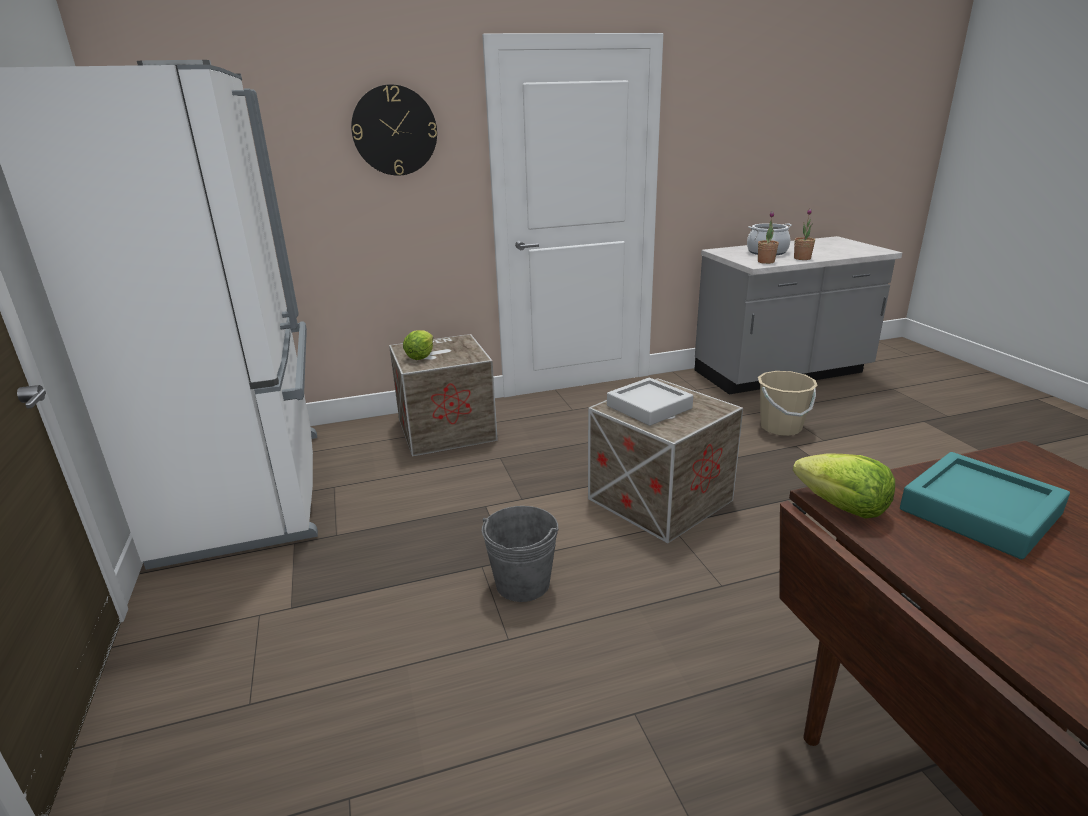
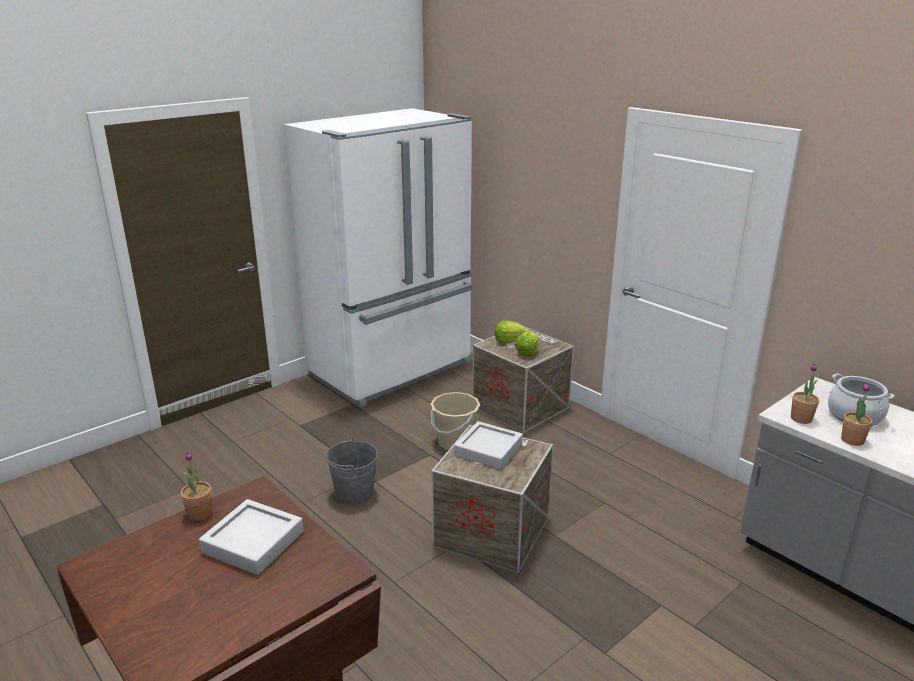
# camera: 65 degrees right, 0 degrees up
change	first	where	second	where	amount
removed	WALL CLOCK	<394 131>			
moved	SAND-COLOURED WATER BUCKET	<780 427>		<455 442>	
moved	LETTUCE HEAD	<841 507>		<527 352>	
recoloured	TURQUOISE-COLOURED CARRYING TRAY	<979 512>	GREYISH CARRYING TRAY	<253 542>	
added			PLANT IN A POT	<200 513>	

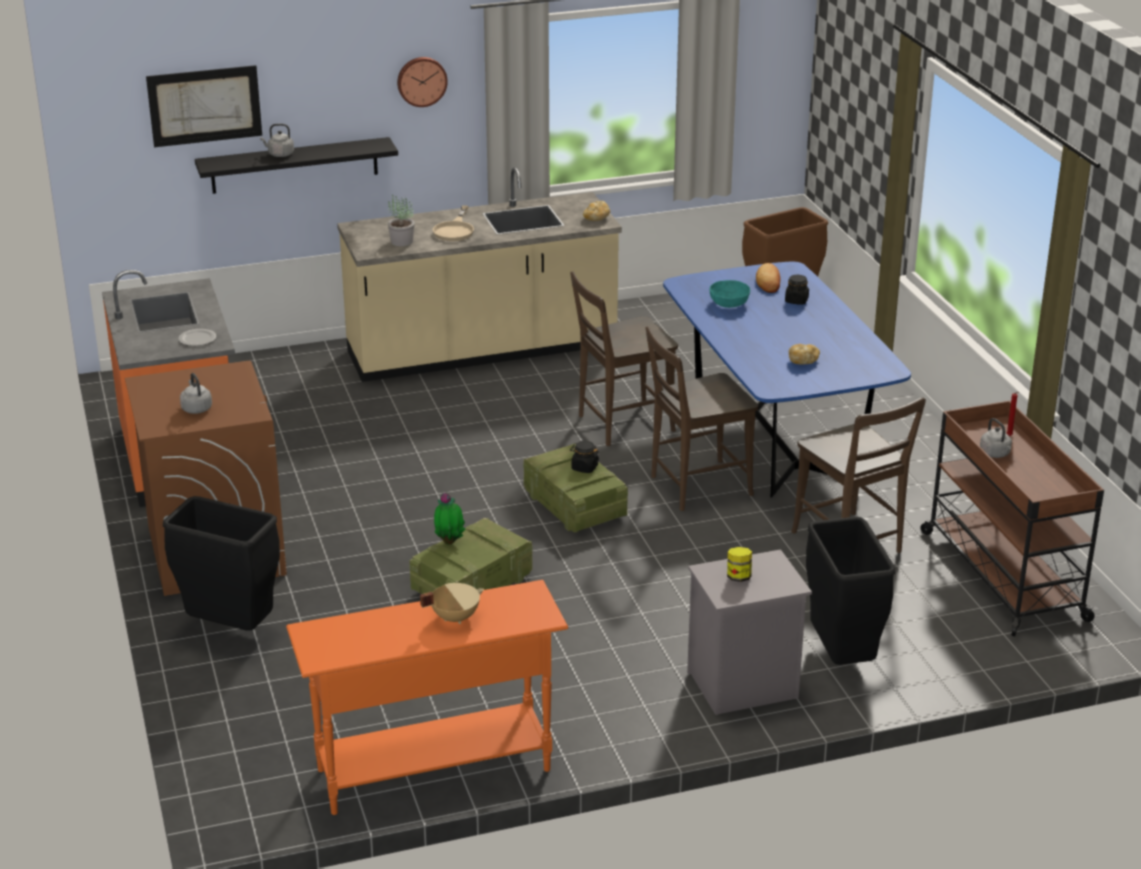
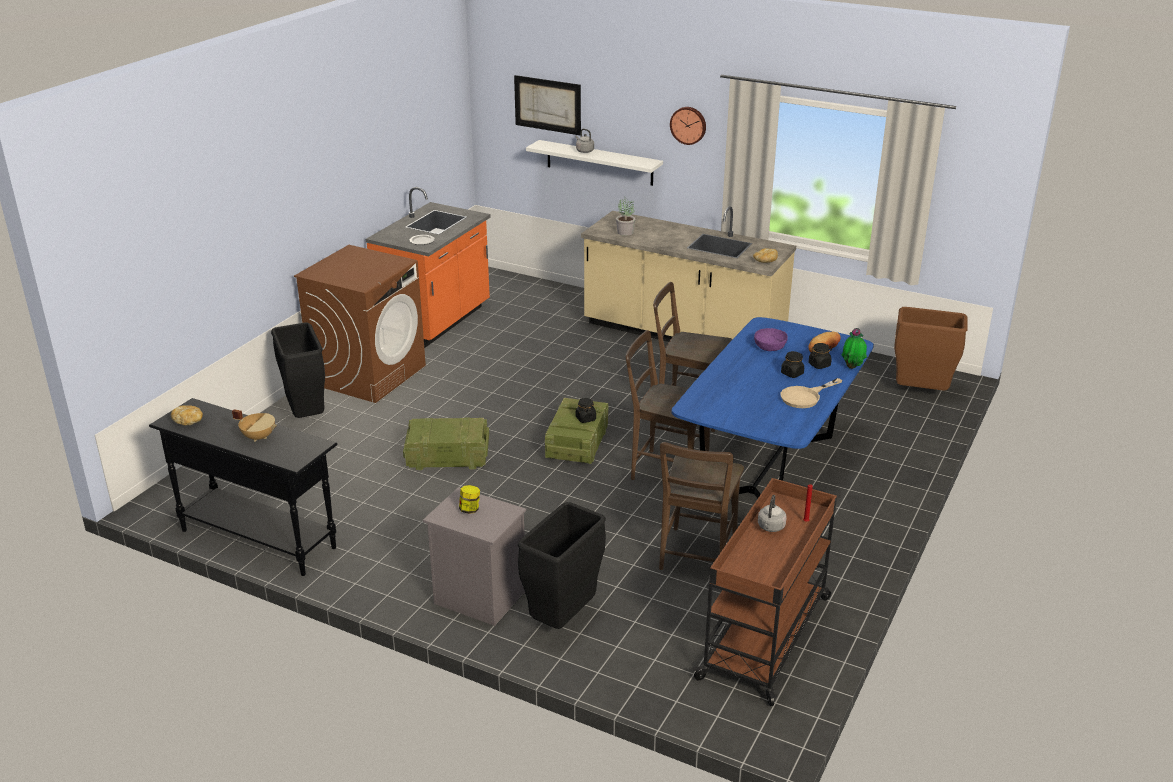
# camera: 45 degrees right, 0 degrees up
change	first	where	second	where	amount
removed	GREYISH TEA KETTLE	<196 408>			
recoloured	BLACK-COLOURED SHELF	<294 165>	WHITE-COLOURED SHELF	<599 163>	
recoloured	ORANGE-COLOURED CONSOLE TABLE	<433 769>	BLACK-COLOURED CONSOLE TABLE	<258 538>	
moved	SAND-COLOURED SKILLET	<455 230>		<805 397>	
moved	PLANT IN A POT	<449 541>		<852 367>	
recoloured	TURQUOISE-COLOURED DEEP DISH	<729 303>	PURPLE-COLOURED DEEP DISH	<769 347>	
moved	BAKED BREAD	<803 361>		<188 421>	
added			BLACK-COLOURED PRESERVE JAR	<792 373>	

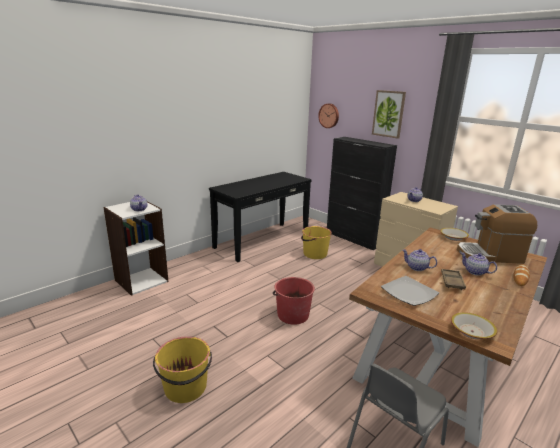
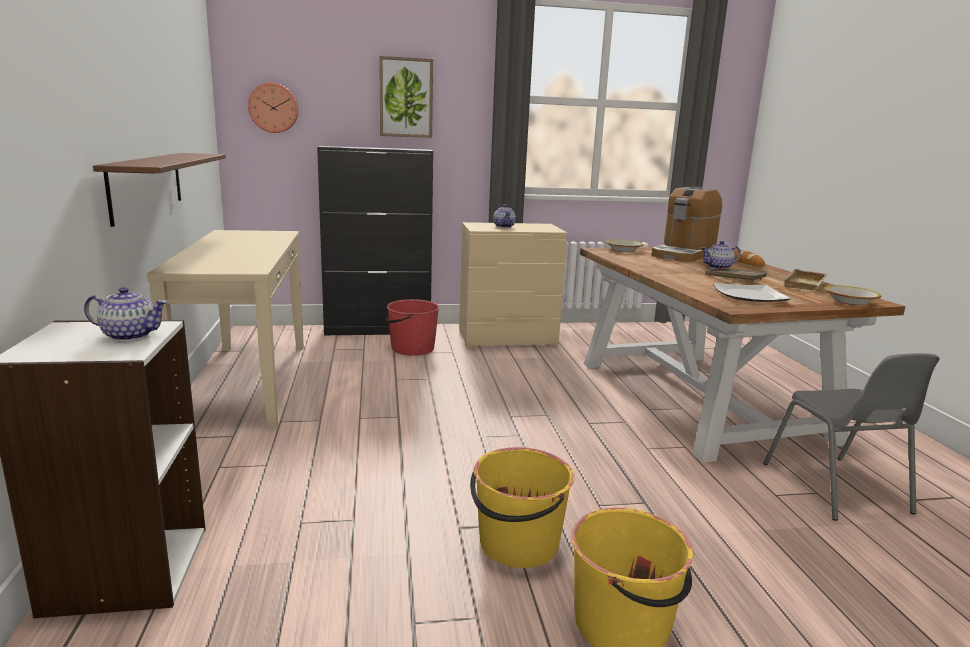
# camera: 55 degrees left, 5 degrees down
change	first	where	second	where	amount
recoloured	BLACK-COLOURED CONSOLE TABLE	<261 241>	SAND-COLOURED CONSOLE TABLE	<245 383>	
moved	REDDISH WATER BUCKET	<292 315>		<412 348>	
moved	YELLOW-COLOURED WATER BUCKET	<314 254>		<518 544>	
removed	TEAPOT	<417 268>			
added			BROWN-COLOURED SHELF	<147 185>	
added			SAND-COLOURED CARRYING TRAY	<806 285>	

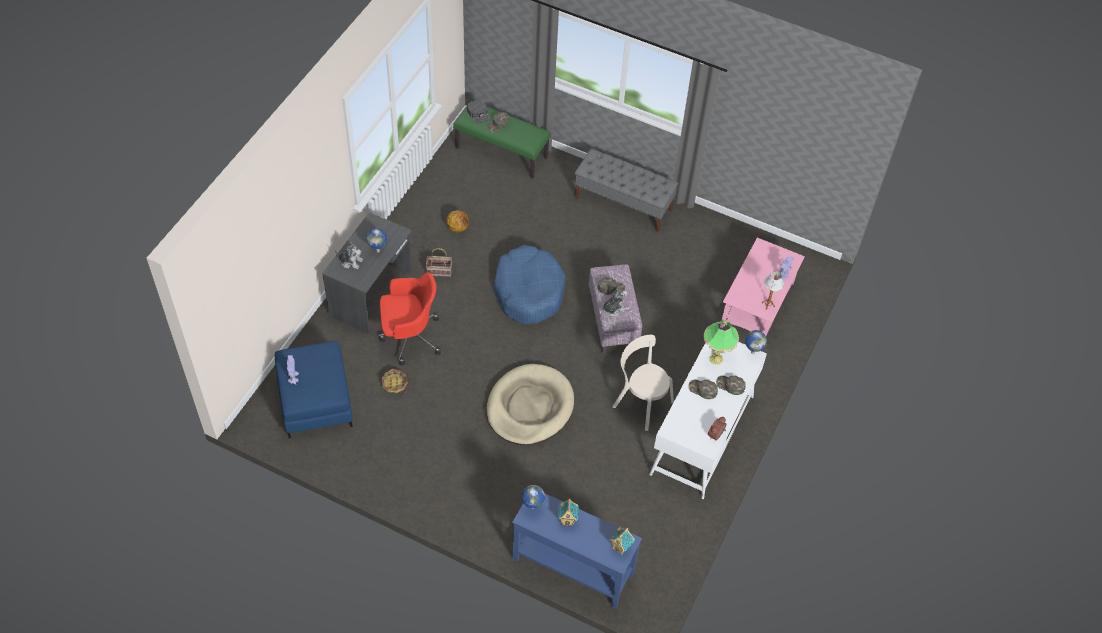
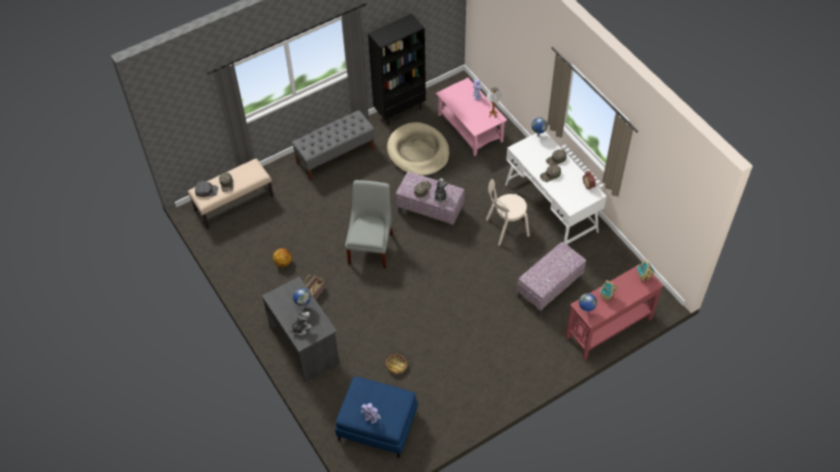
# camera: 55 degrees left, 0 degrees up
change	first	where	second	where	amount
removed	REDDISH OFFICE CHAIR	<409 337>			
recoloured	GREEN INDOOR BENCH	<502 152>	SAND-COLOURED INDOOR BENCH	<234 203>	
moved	SAND-COLOURED DOG CUSHION	<529 407>		<418 152>	
replaced	BLUE-COLOURED DOG CUSHION	<529 291>	GREYISH CHAIR	<371 246>	
recoloured	BLUE-COLOURED CONSOLE TABLE	<572 567>	REDDISH CONSOLE TABLE	<608 328>	
removed	TABLETOP LAMP	<715 359>			
added			BLACK-COLOURED BOOKSHELF	<400 111>	
added			POUFFE	<549 287>	

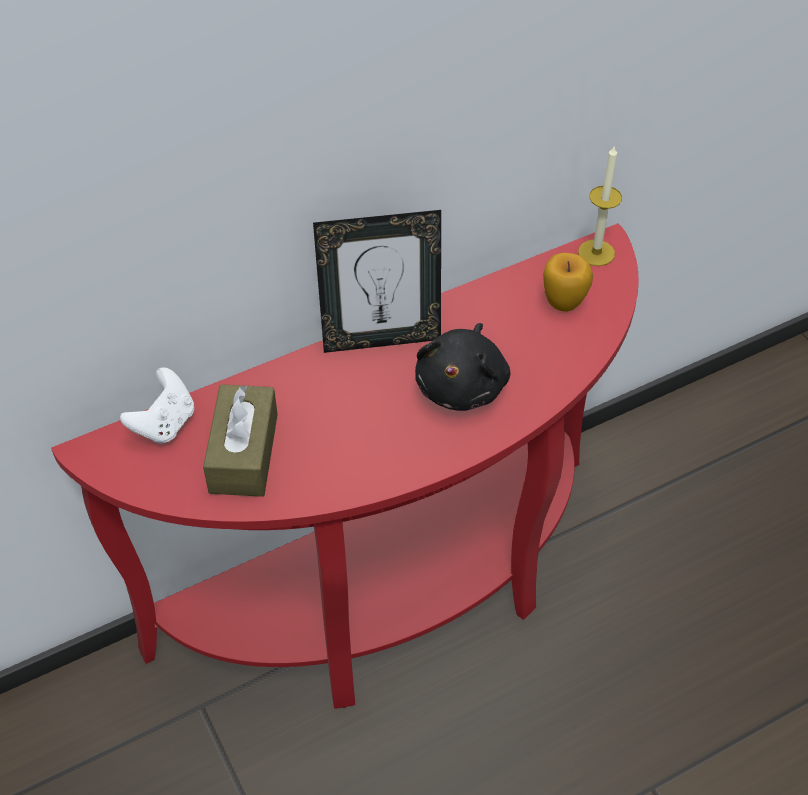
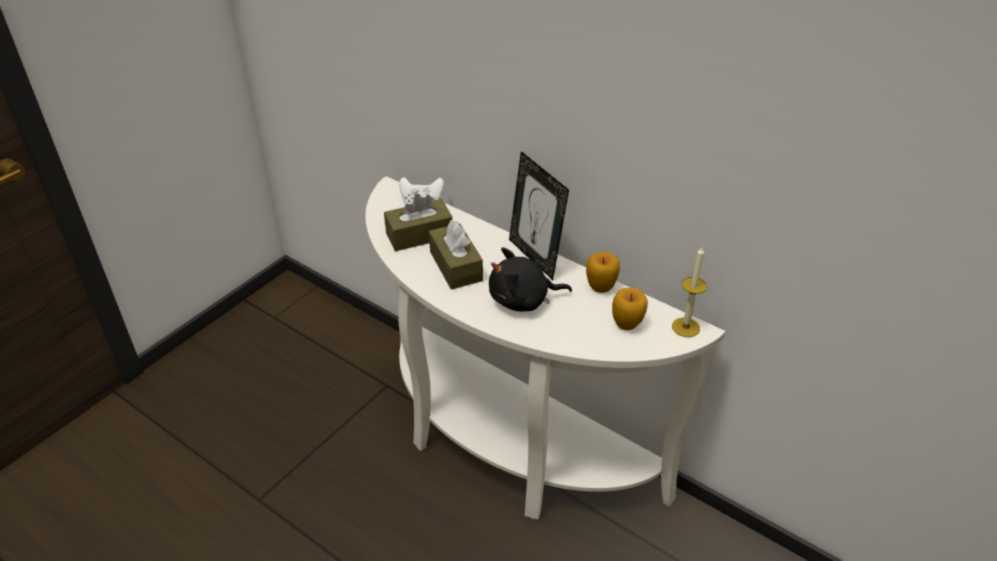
# camera: 65 degrees right, 10 degrees down
change	first	where	second	where	amount
recoloured	REDDISH CONSOLE TABLE	<397 597>	WHITE-COLOURED CONSOLE TABLE	<503 445>	
added			BROWN-COLOURED BOX OF TISSUES	<456 266>	
added			APPLE	<601 286>	

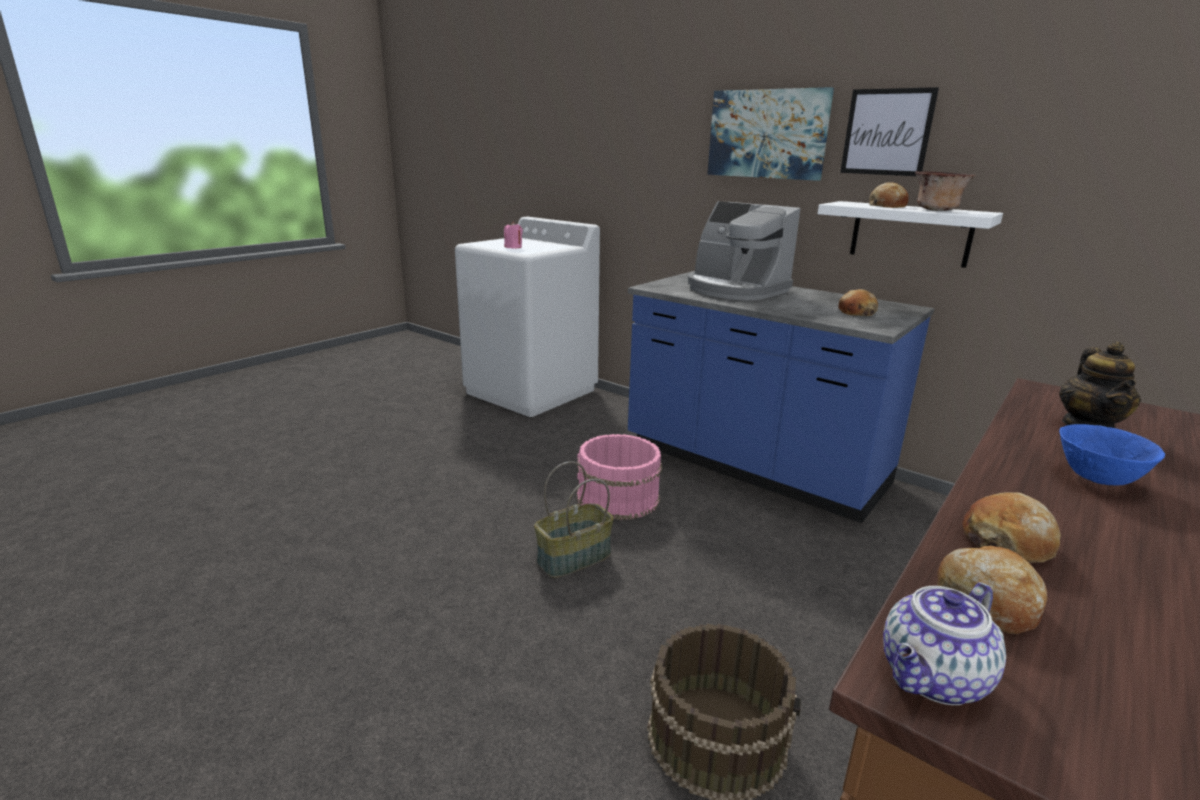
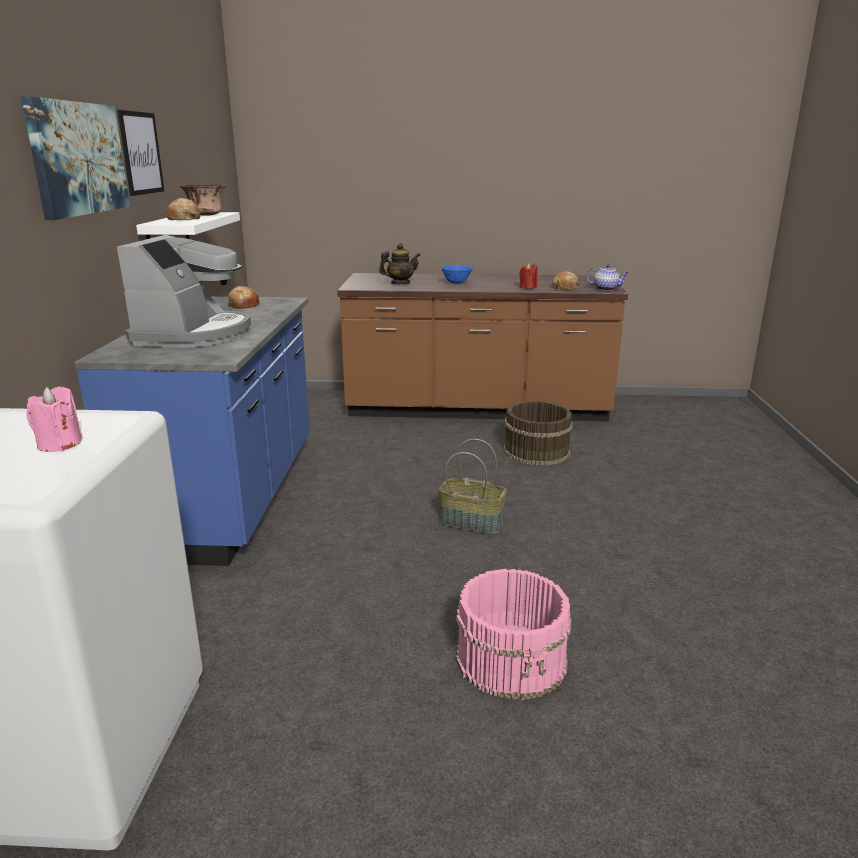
# camera: 125 degrees left, 0 degrees up
change	first	where	second	where	amount
moved	PINK-COLOURED WATER BUCKET	<617 498>		<512 659>	
replaced	BAKED BREAD	<1007 542>	REDDISH WAX CANDLE	<527 287>	

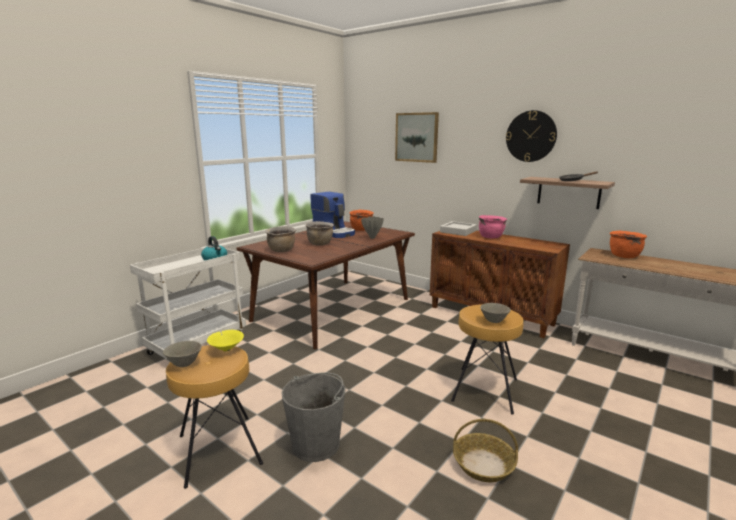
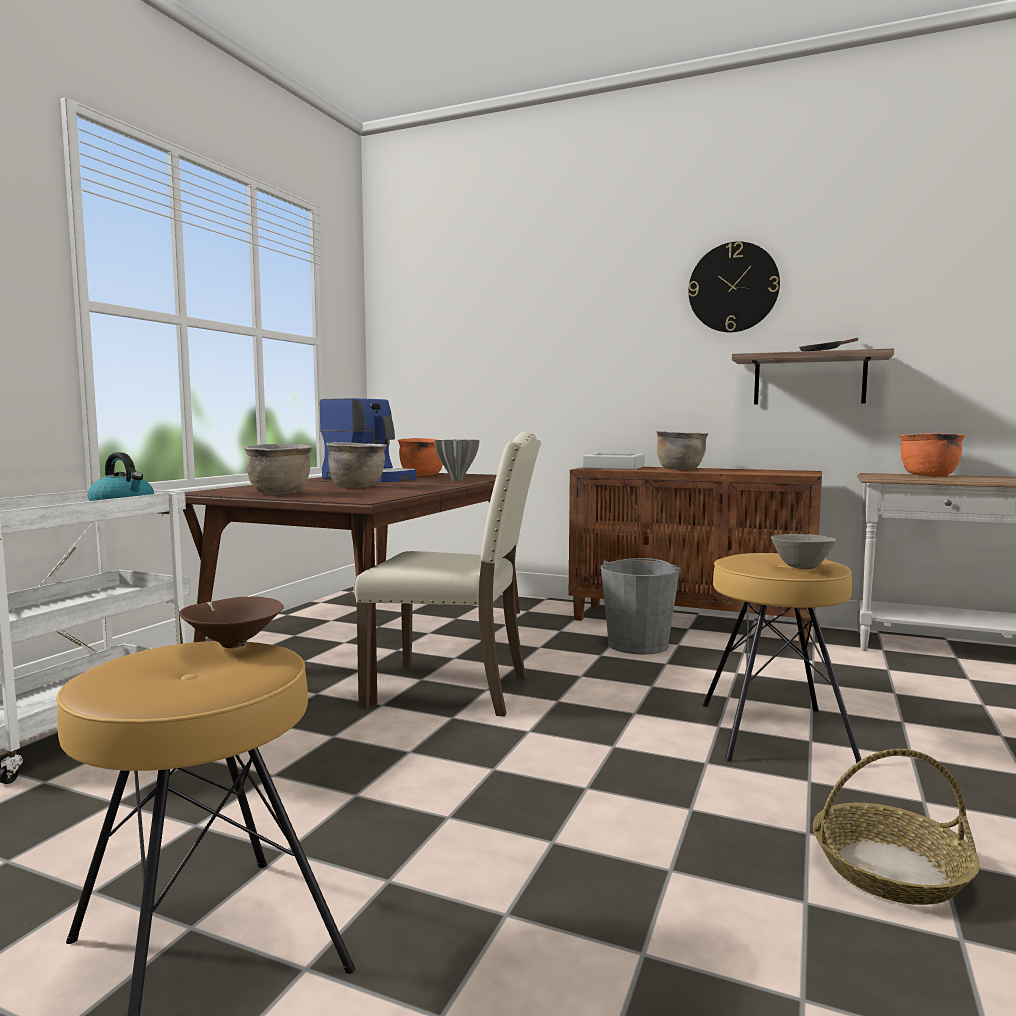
# camera: 15 degrees left, 10 degrees down
change	first	where	second	where	amount
removed	GREYISH DEEP DISH	<184 364>			
recoloured	YELLOW-COLOURED DEEP DISH	<226 349>	BROWN-COLOURED DEEP DISH	<232 644>	
moved	GREYISH WATER BUCKET	<316 444>		<638 644>	
removed	WALL ART	<417 137>			
recoloured	PINK-COLOURED SAUCEPOT	<491 237>	BROWN-COLOURED SAUCEPOT	<680 469>	
added			SAND-COLOURED CHAIR	<453 690>	

